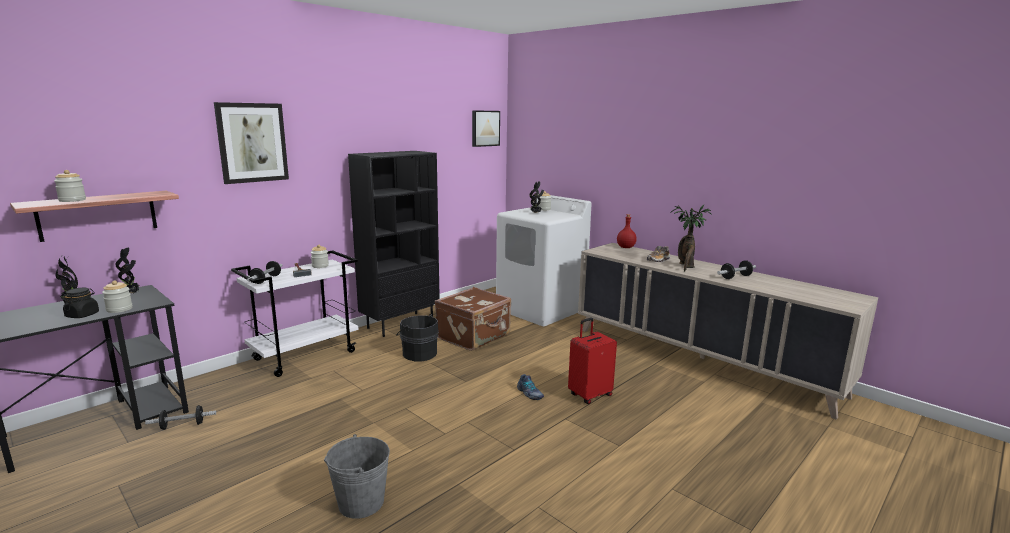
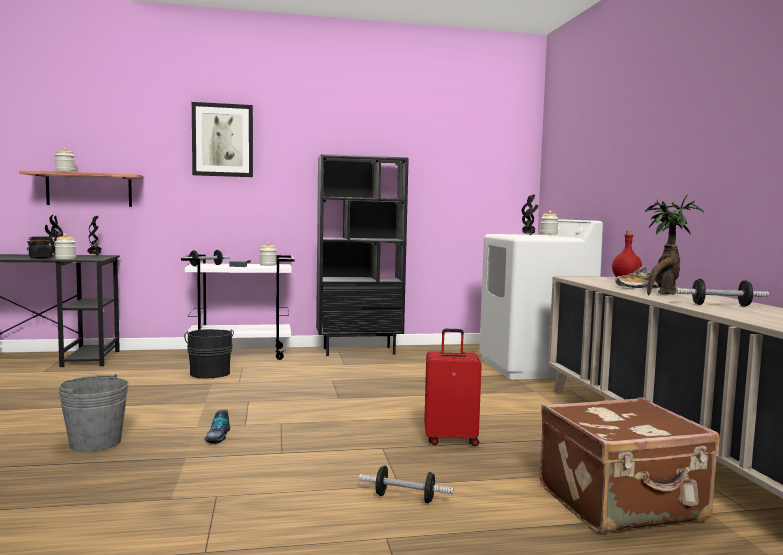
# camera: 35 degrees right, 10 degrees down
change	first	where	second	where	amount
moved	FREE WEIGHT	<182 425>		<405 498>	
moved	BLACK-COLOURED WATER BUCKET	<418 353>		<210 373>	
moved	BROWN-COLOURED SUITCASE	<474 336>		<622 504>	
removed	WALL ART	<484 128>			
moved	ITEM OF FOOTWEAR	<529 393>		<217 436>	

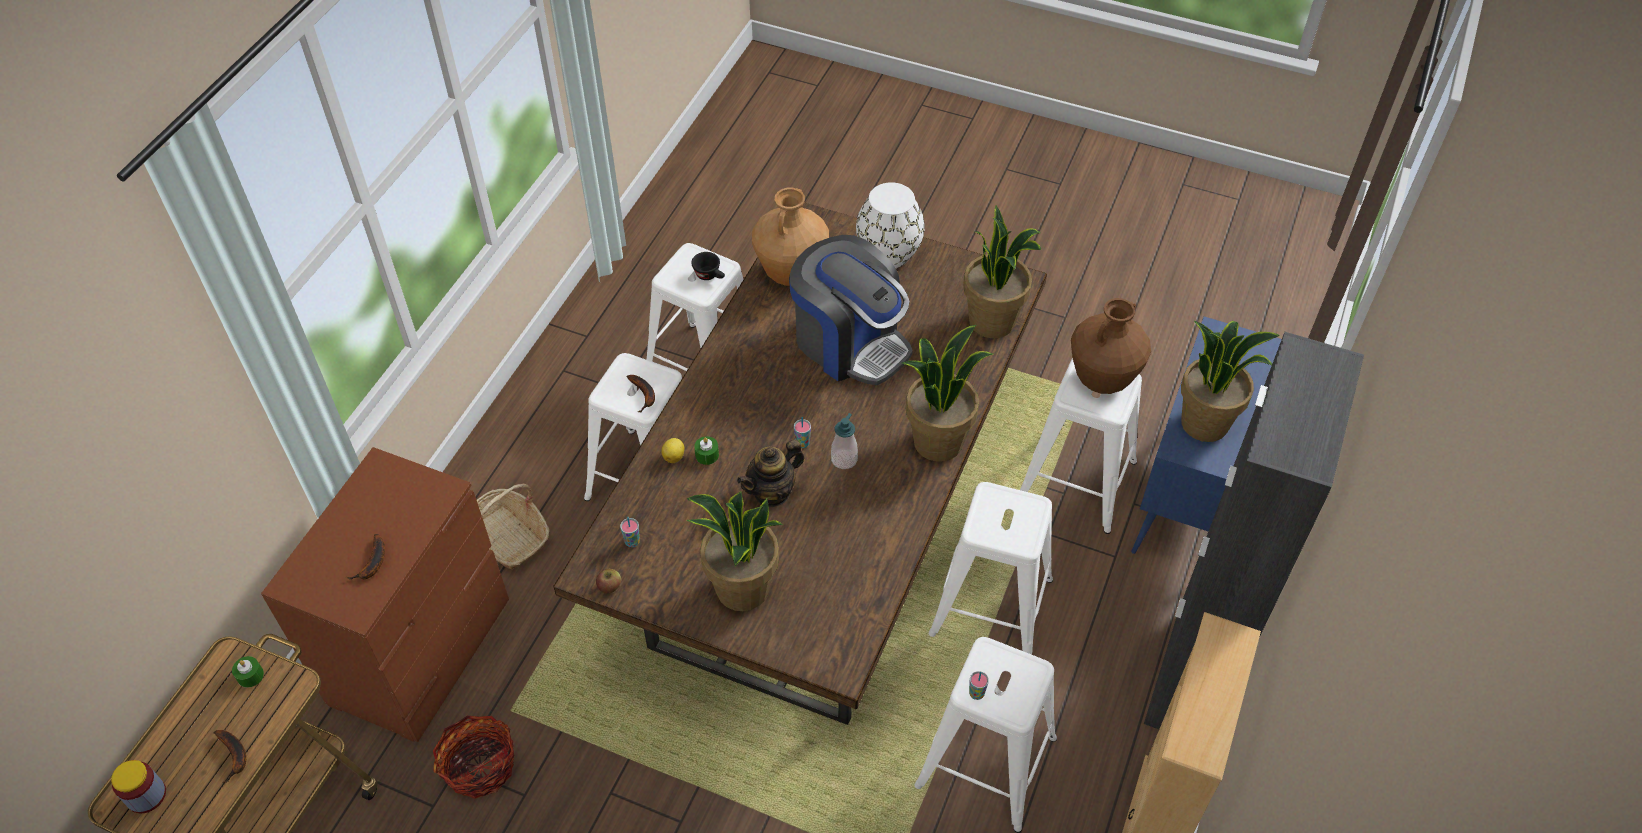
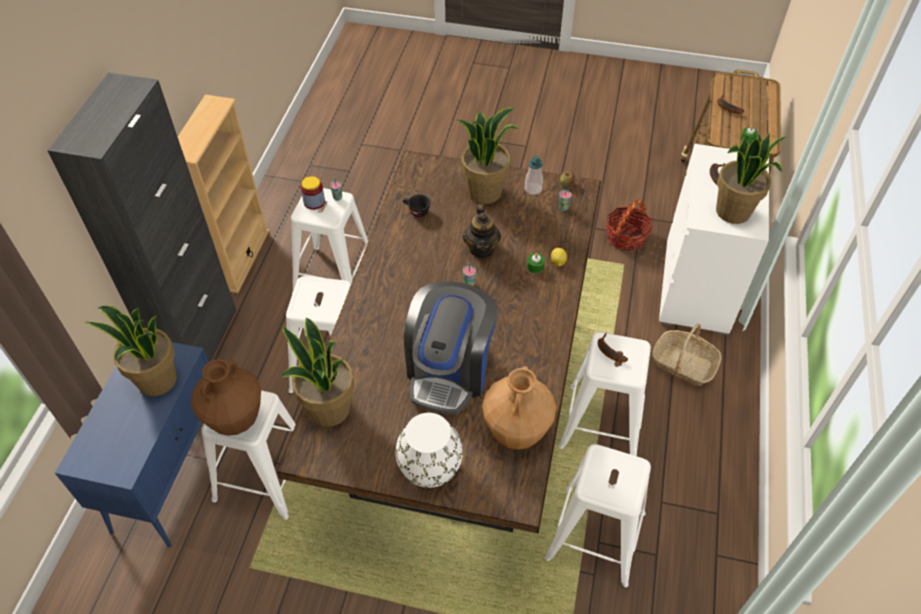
# camera: 170 degrees right, 0 degrees up
change	first	where	second	where	amount
moved	PRESERVE JAR	<146 795>		<314 202>	
recoloured	BROWN-COLOURED DRESSER	<421 651>	WHITE-COLOURED DRESSER	<696 287>	
moved	BLACK-COLOURED SMALL CUP	<710 275>		<416 211>	
turned	TEAPOT	<772 492>		<481 249>	135 degrees clockwise
turned	COFFEE BREWER	<849 343>		<449 370>	105 degrees counterclockwise
moved	LIQUID SOAP BOTTLE	<844 459>		<533 189>	
moved	PLANT IN A POT	<938 441>		<733 212>	

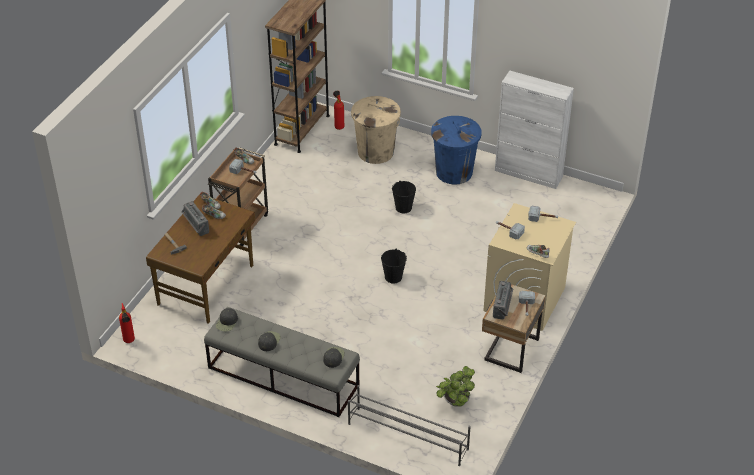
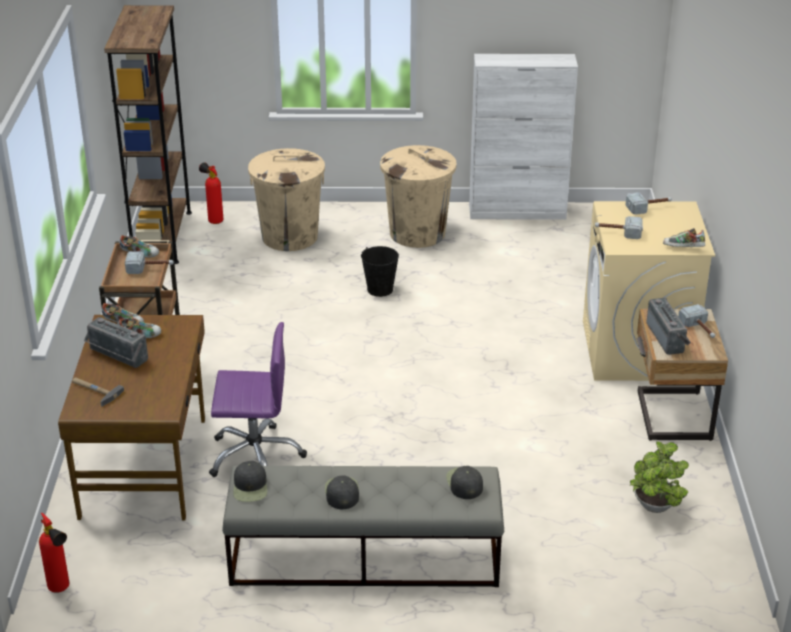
# camera: 25 degrees left, 10 degrees down
change	first	where	second	where	amount
removed	GREYISH SHOE RACK	<407 436>			
removed	BLACK-COLOURED WATER BUCKET	<393 277>			
recoloured	BLUE-COLOURED WASTE BIN	<454 172>	SAND-COLOURED WASTE BIN	<417 233>	
added			PURPLE-COLOURED OFFICE CHAIR	<255 456>	

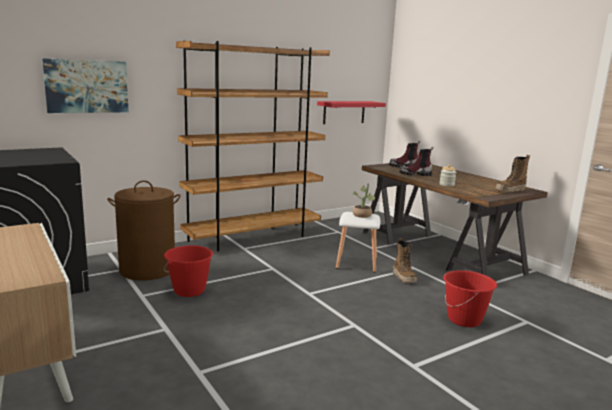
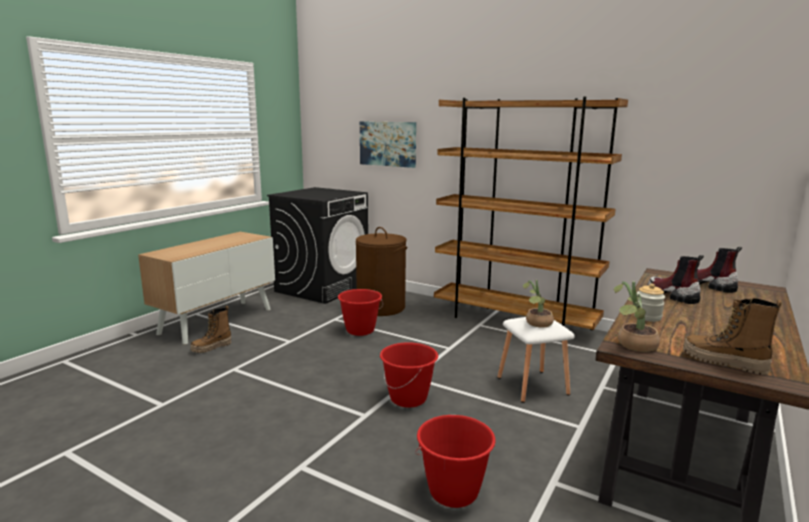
# camera: 65 degrees right, 0 degrees up
change	first	where	second	where	amount
removed	REDDISH SHELF	<344 112>			
moved	TALL BOOT	<404 278>		<211 348>	
added			REDDISH WATER BUCKET	<408 398>	
added			PLANT IN A POT	<633 345>	

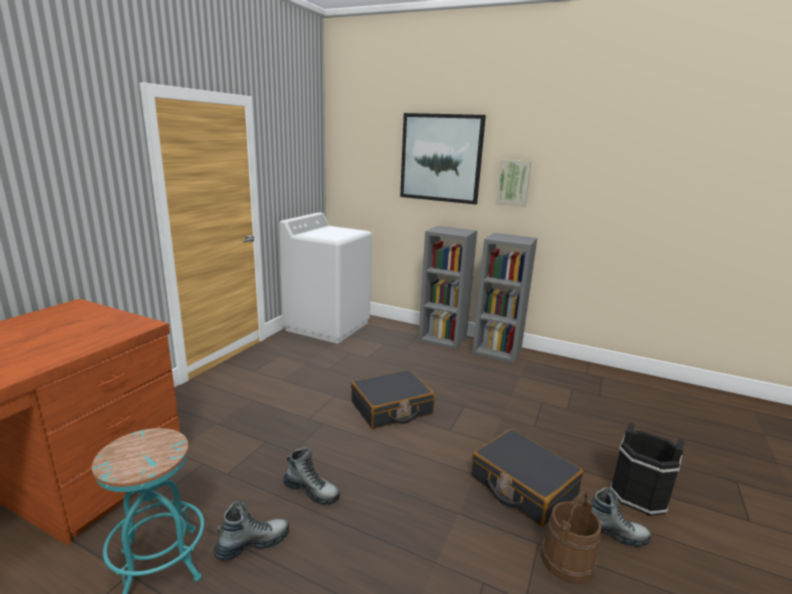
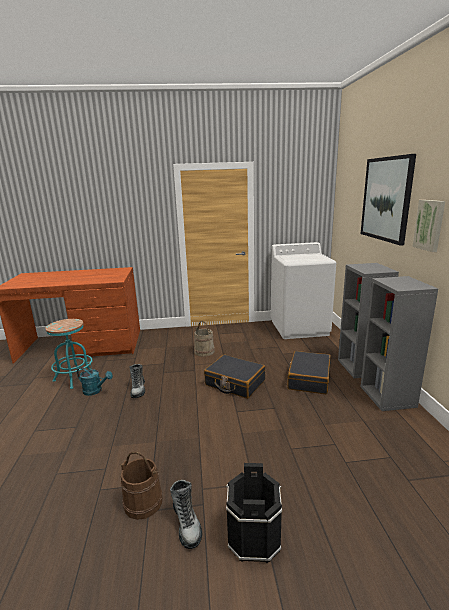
# camera: 60 degrees right, 0 degrees up
change	first	where	second	where	amount
replaced	TALL BOOT	<253 544>	TURQUOISE-COLOURED WATERING CAN	<95 391>	
moved	BLACK-COLOURED SUITCASE	<522 486>		<308 379>	
added			SAND-COLOURED WATER BUCKET	<204 351>	

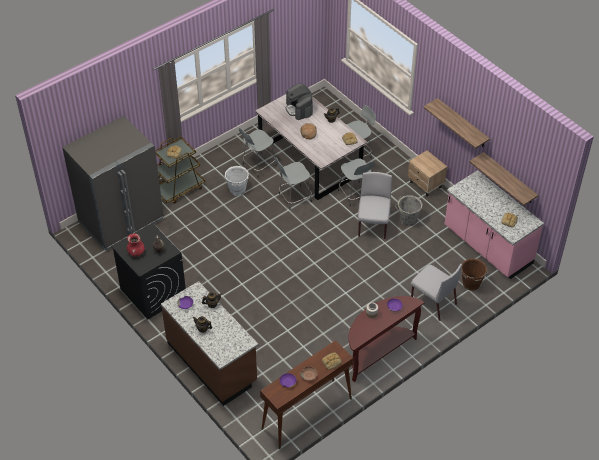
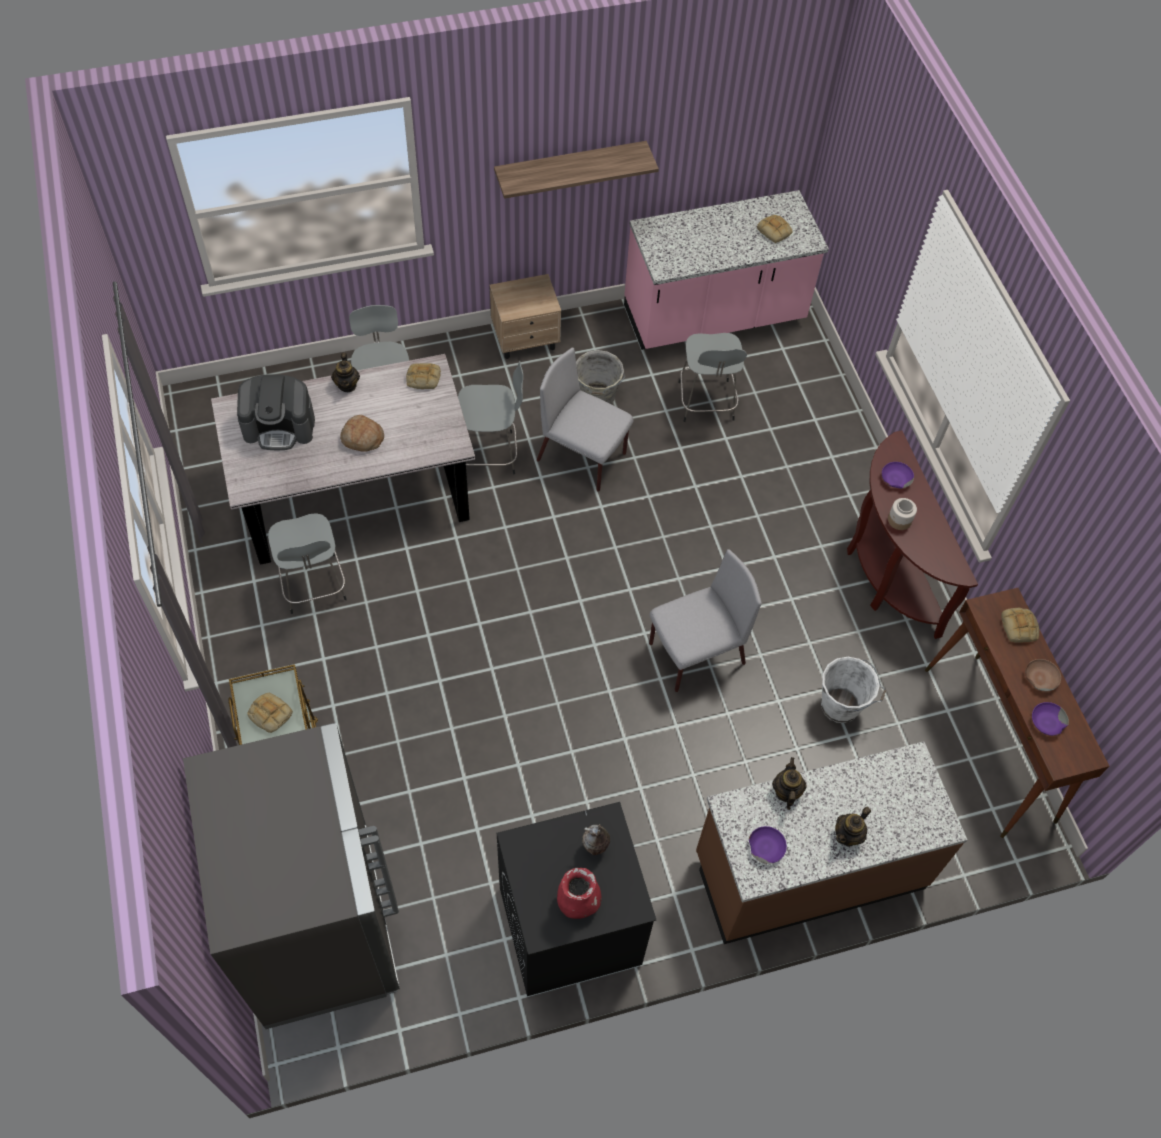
# camera: 70 degrees left, 10 degrees up
change	first	where	second	where	amount
moved	WHITE-COLOURED WATER BUCKET	<237 190>		<841 706>	
moved	GREYISH STOOL SEAT	<294 198>		<706 403>	
moved	GREYISH CHAIR	<432 302>		<695 654>	
removed	BROWN-COLOURED WATER BUCKET	<471 284>			
removed	SHELF	<509 179>			

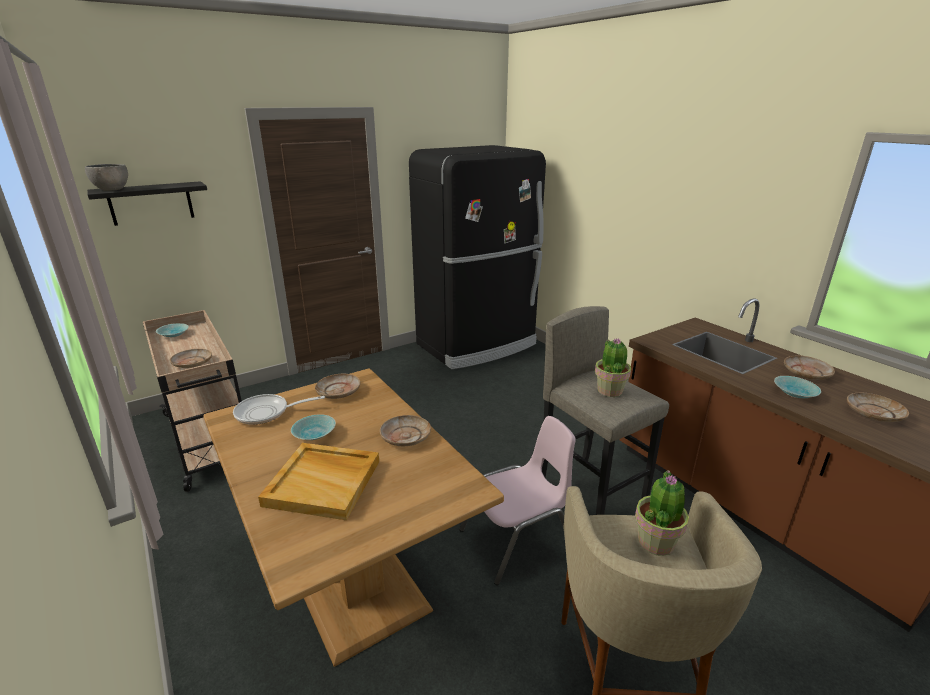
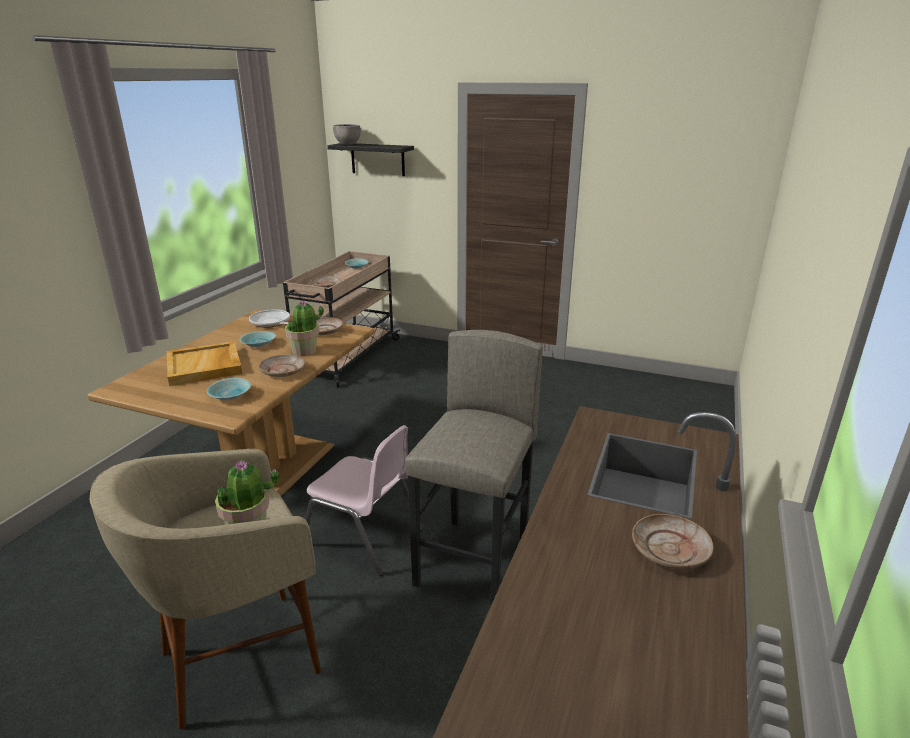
# camera: 55 degrees right, 0 degrees up
change	first	where	second	where	amount
removed	BLACK-COLOURED REFRIGERATOR	<478 345>			
moved	PLANT IN A POT	<610 390>		<305 351>	
moved	TURQUOISE-COLOURED DEEP DISH	<794 393>		<231 396>	
removed	SAND-COLOURED DINNER PLATE	<873 413>			

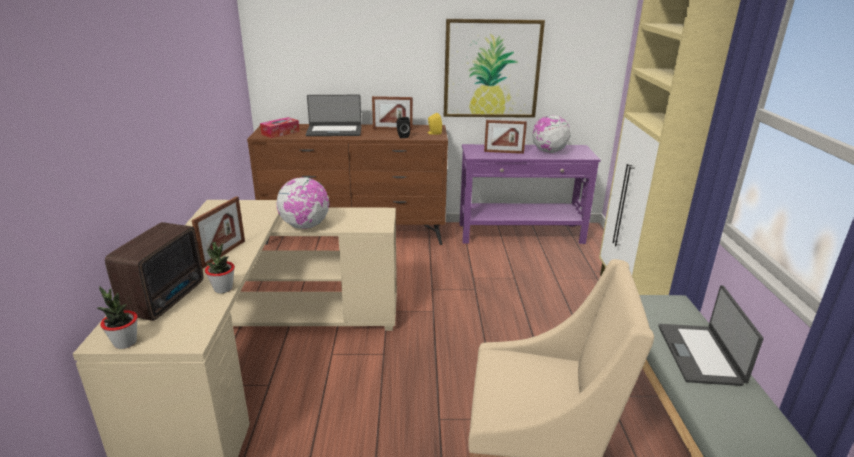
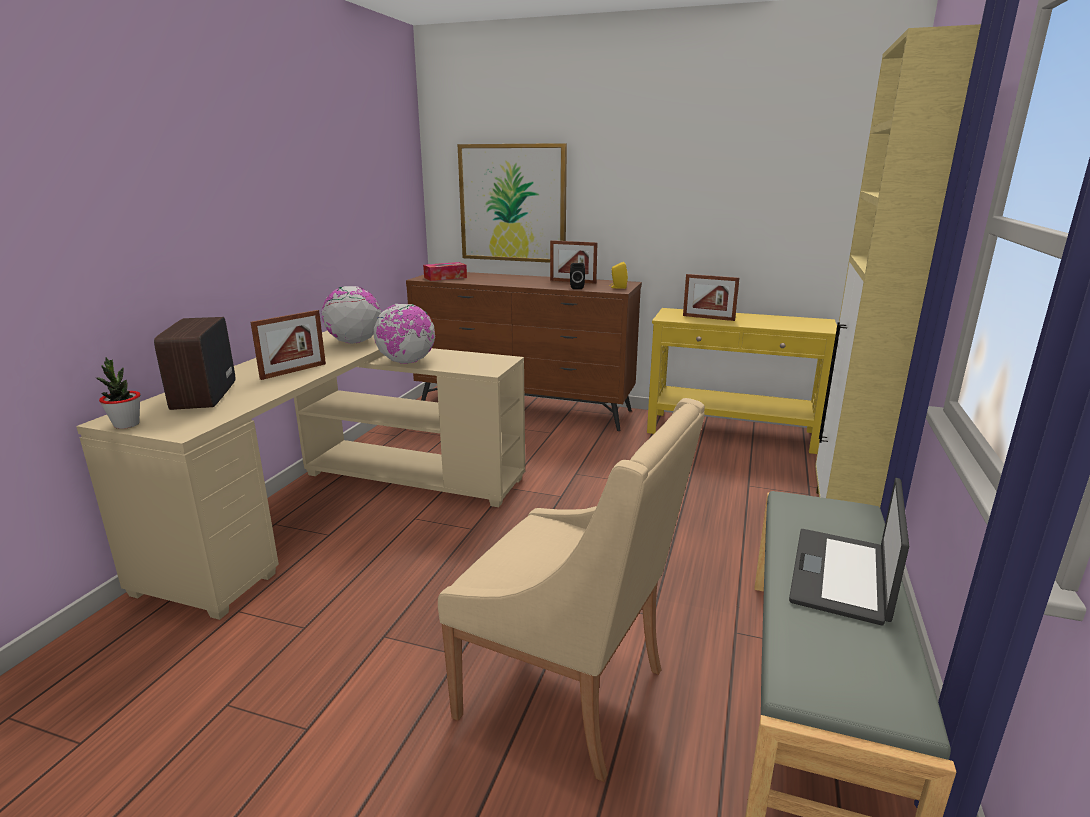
# camera: 20 degrees right, 5 degrees down
change	first	where	second	where	amount
turned	RADIO SET	<167 298>		<202 397>	135 degrees clockwise
removed	PLANT IN A POT	<223 289>			
removed	LAPTOP	<334 131>			
moved	WALL ART	<491 69>		<512 203>	
recoloured	PURPLE-COLOURED CONSOLE TABLE	<521 234>	YELLOW-COLOURED CONSOLE TABLE	<732 432>	
moved	DESK GLOBE	<548 152>		<354 342>	

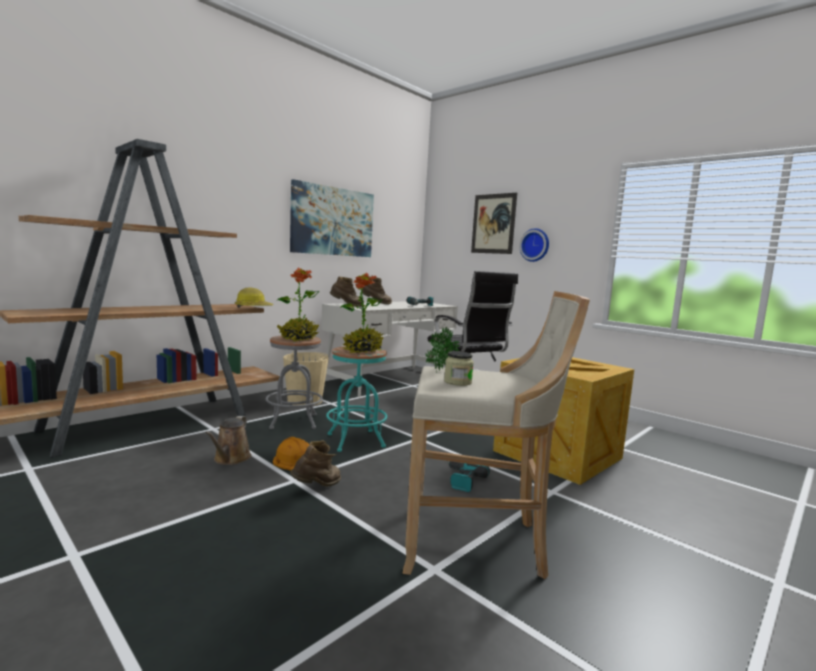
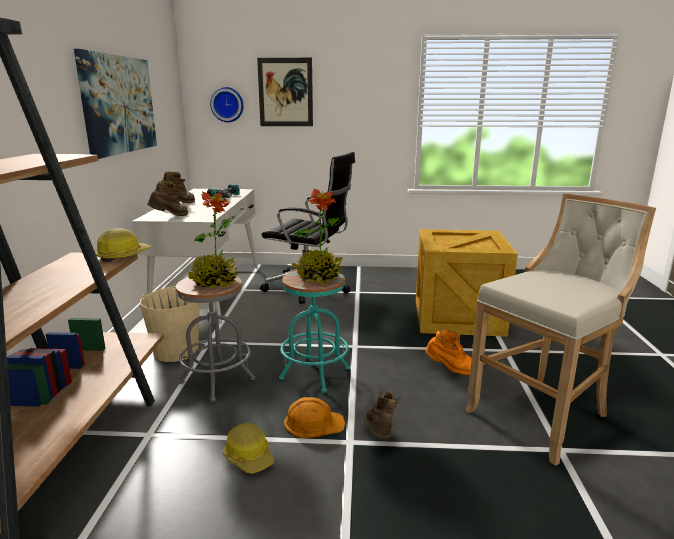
# camera: 40 degrees left, 10 degrees up
change	first	where	second	where	amount
replaced	BROWN-COLOURED WATERING CAN	<230 459>	SAFETY HELMET	<249 457>	
removed	PLANT IN A POT	<438 371>			
removed	PRESERVE JAR	<458 382>			
replaced	POWER DRILL	<462 480>	ORANGE-COLOURED TALL BOOT	<450 370>	
moved	WALL CLOCK	<535 245>		<227 104>	

